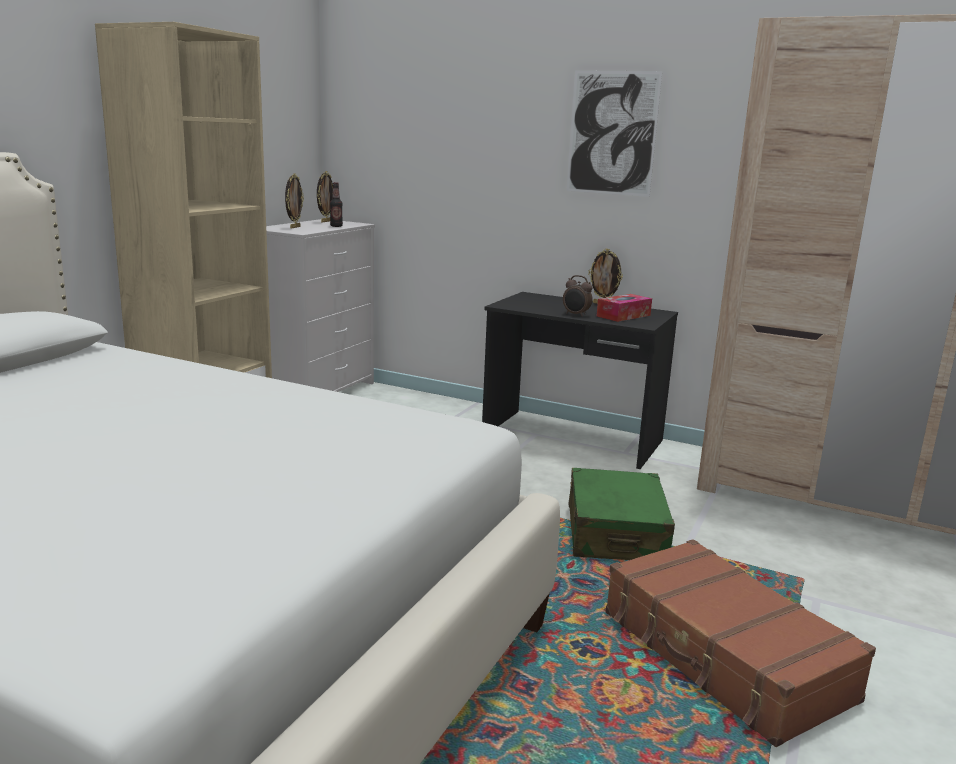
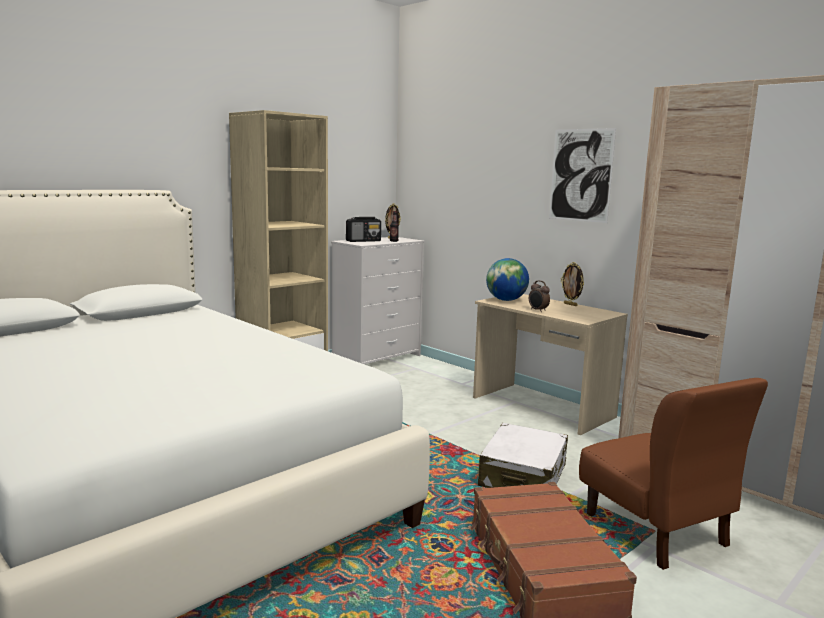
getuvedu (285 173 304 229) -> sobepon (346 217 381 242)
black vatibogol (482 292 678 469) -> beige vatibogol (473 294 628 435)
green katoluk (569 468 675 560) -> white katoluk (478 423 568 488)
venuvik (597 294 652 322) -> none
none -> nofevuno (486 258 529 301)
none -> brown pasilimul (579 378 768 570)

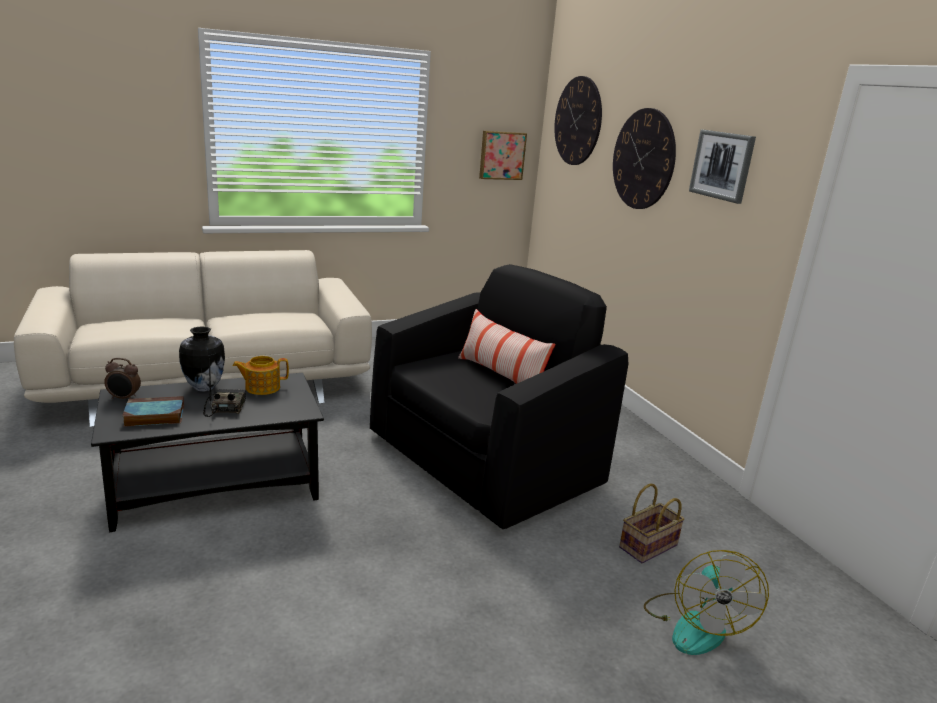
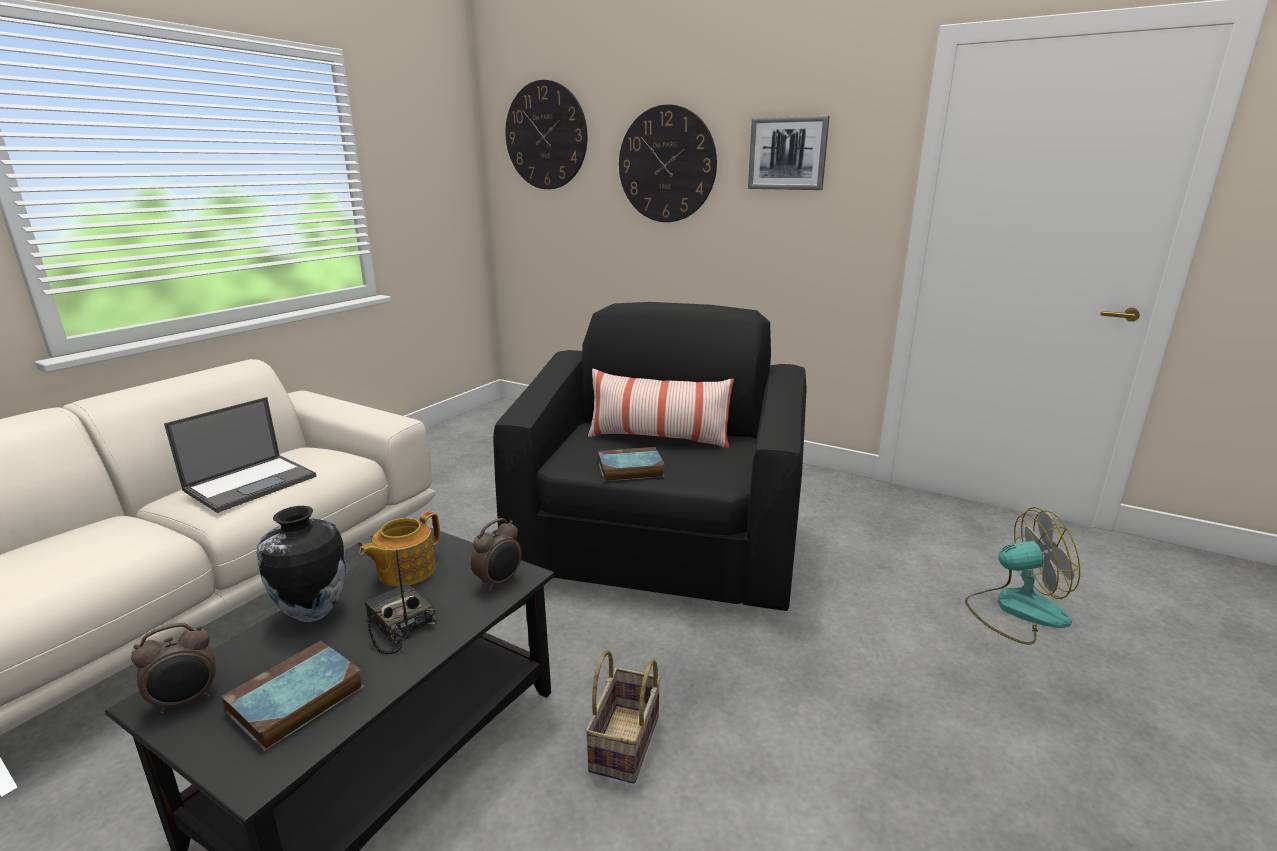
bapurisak (479 131 527 180) -> none
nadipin (619 483 684 563) -> nadipin (585 650 661 783), moved
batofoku (644 550 769 655) -> batofoku (965 507 1080 645), 60 degrees counterclockwise
none -> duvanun (164 397 316 513)
none -> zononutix (471 518 522 592)
none -> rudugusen (598 447 665 481)

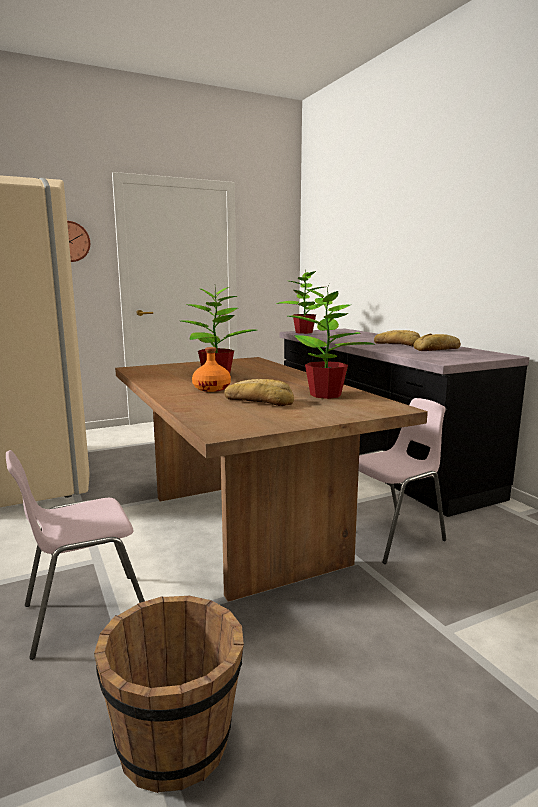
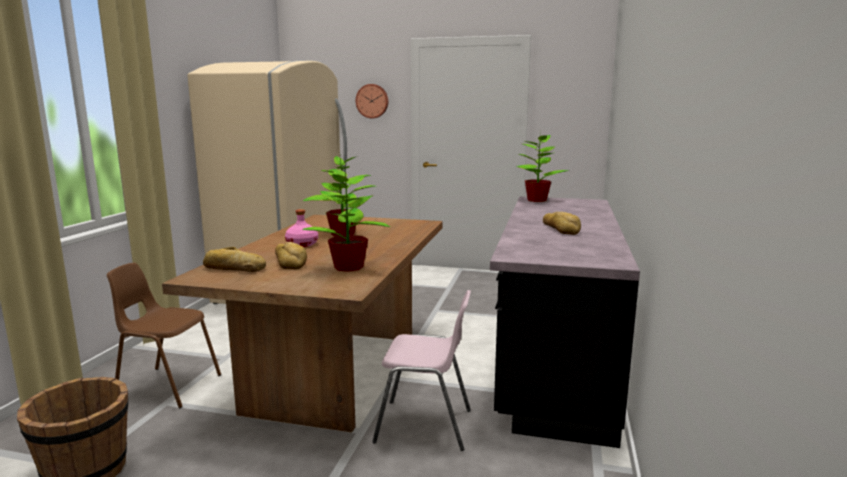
pink pasilimul (6 450 145 660) -> brown pasilimul (107 263 221 409)
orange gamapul (192 347 231 392) -> pink gamapul (285 209 318 247)
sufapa (414 334 461 351) -> sufapa (203 247 266 272), moved

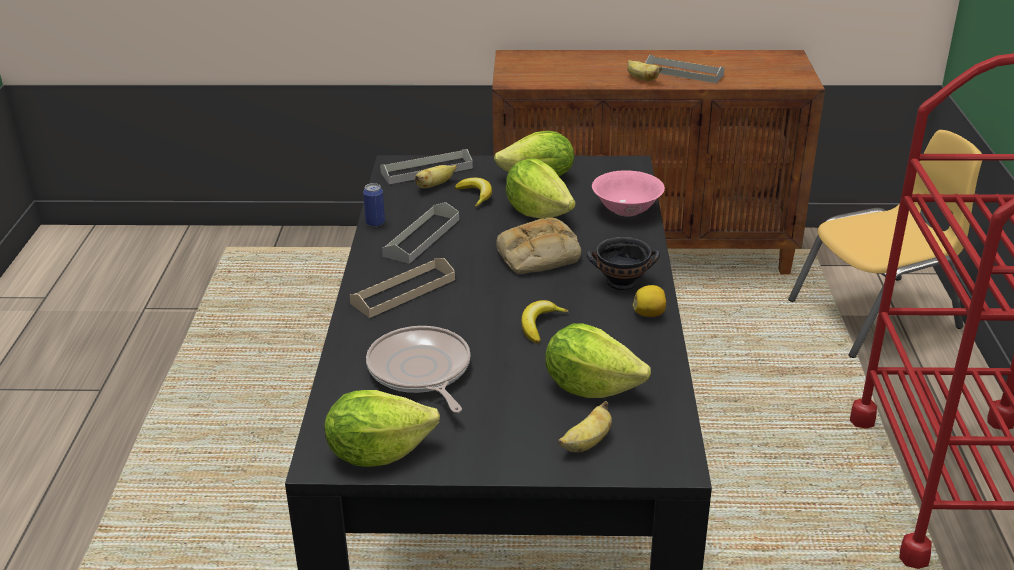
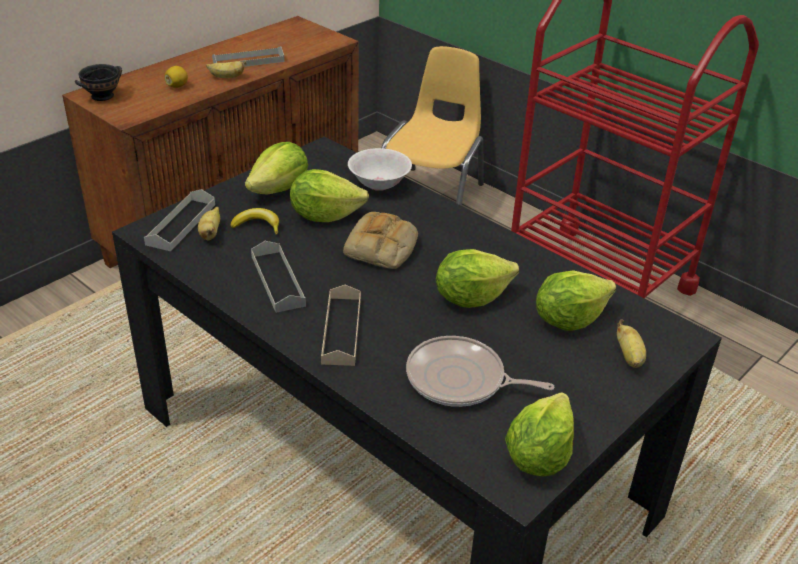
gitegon (363 183 385 227) -> none
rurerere (521 300 568 343) -> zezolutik (436 249 519 308)
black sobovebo (586 237 660 290) -> black sobovebo (75 64 122 101), moved
pink sobovebo (592 170 665 217) -> white sobovebo (348 148 412 191)
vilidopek (633 285 666 317) -> vilidopek (164 66 188 88), moved

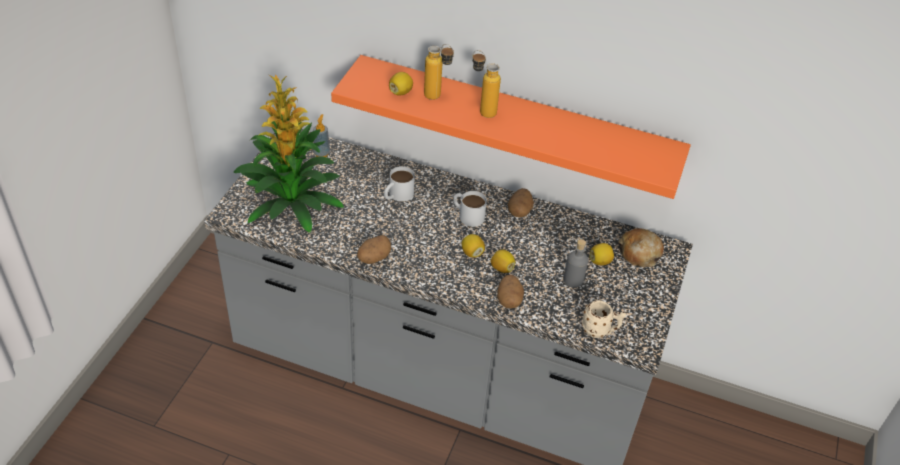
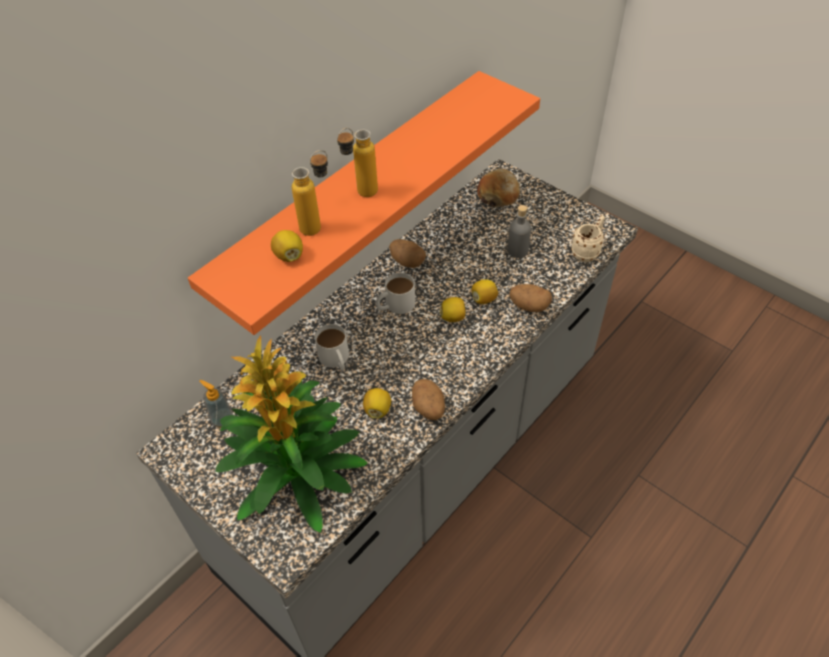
vilidopek (590 243 614 265) -> vilidopek (363 388 391 418), moved

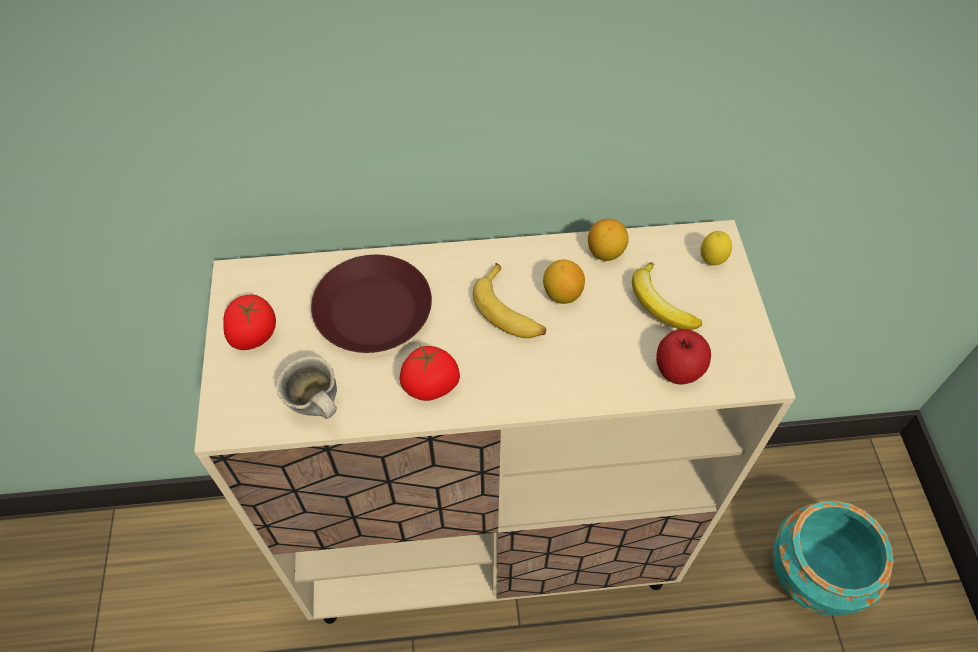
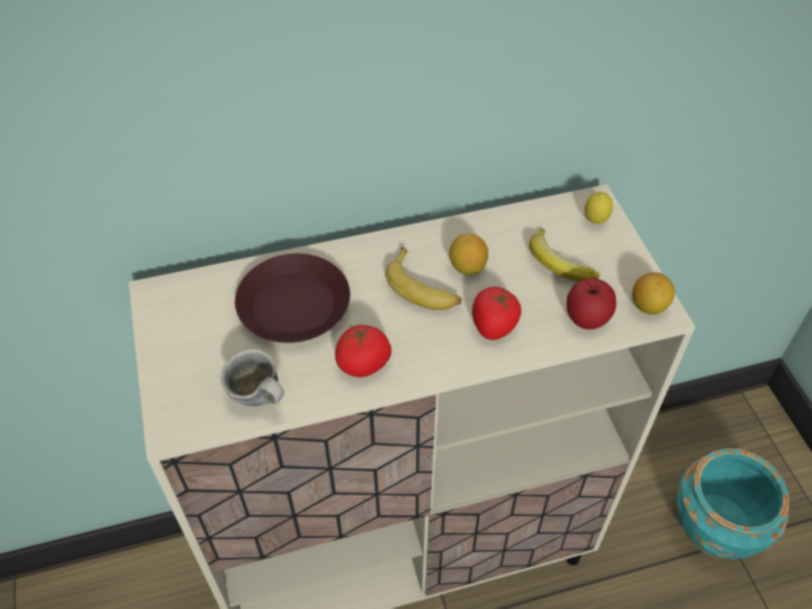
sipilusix (223 294 276 350) -> sipilusix (472 287 521 340), moved
vilidopek (588 219 629 261) -> vilidopek (632 272 675 315), moved

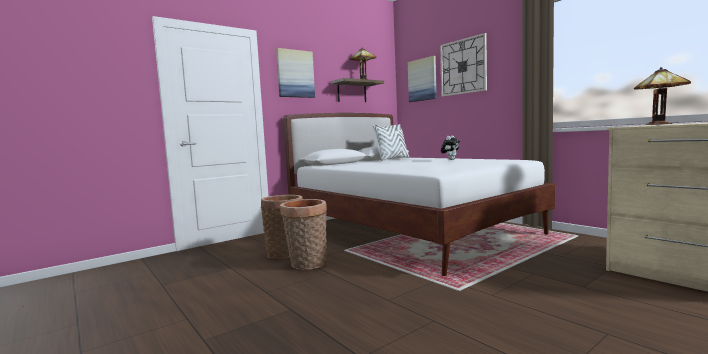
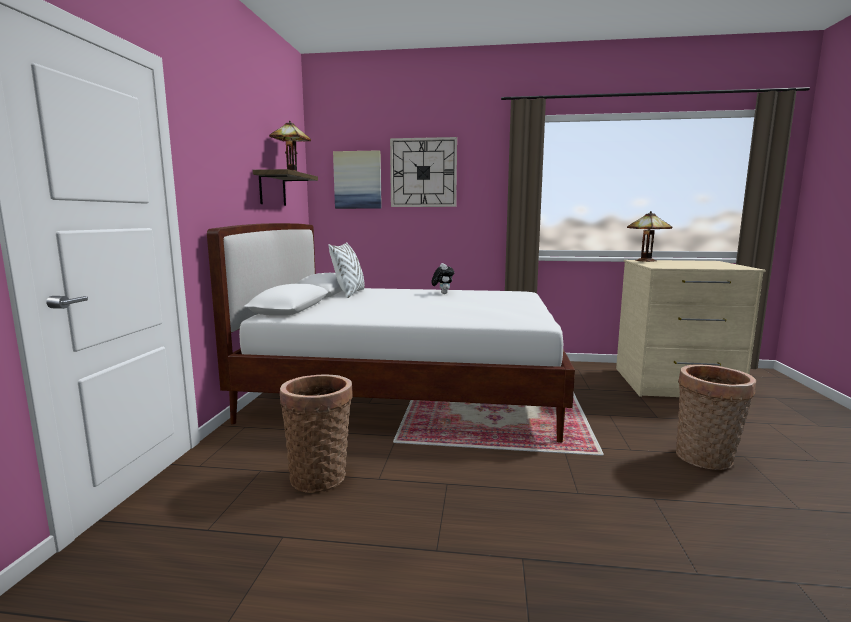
bapurisak (276 48 315 98) -> none
nadipin (280 199 327 270) -> nadipin (676 364 756 470), moved

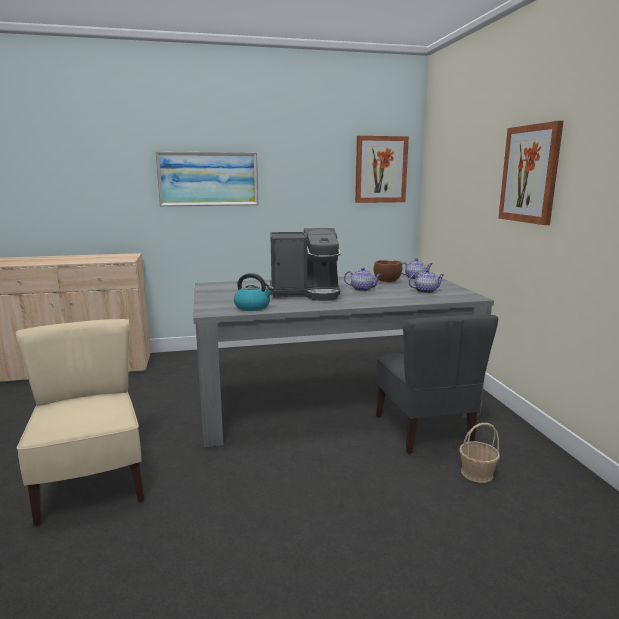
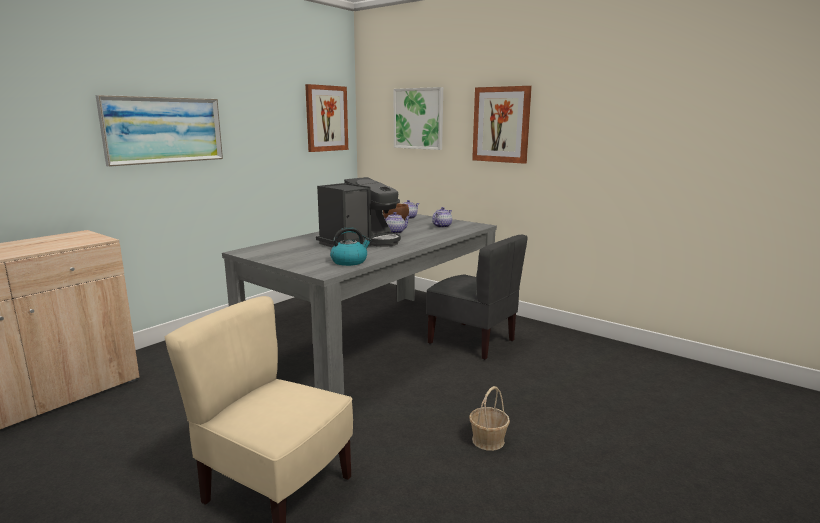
nadipin (459 423 500 483) -> nadipin (469 386 510 451), moved
none -> bapurisak (394 87 443 150)

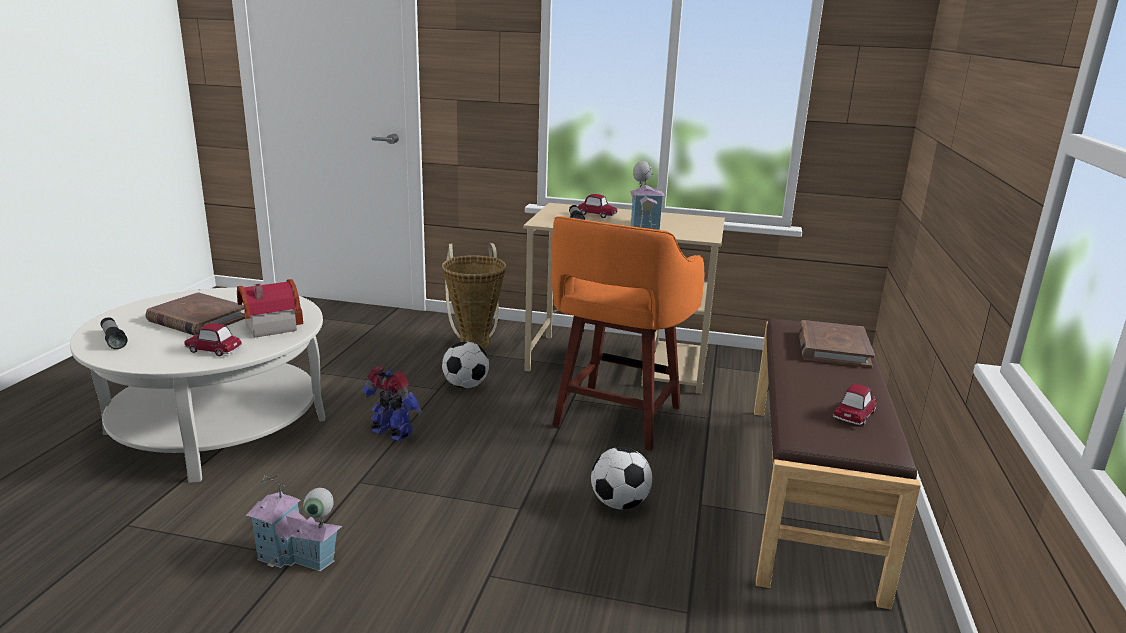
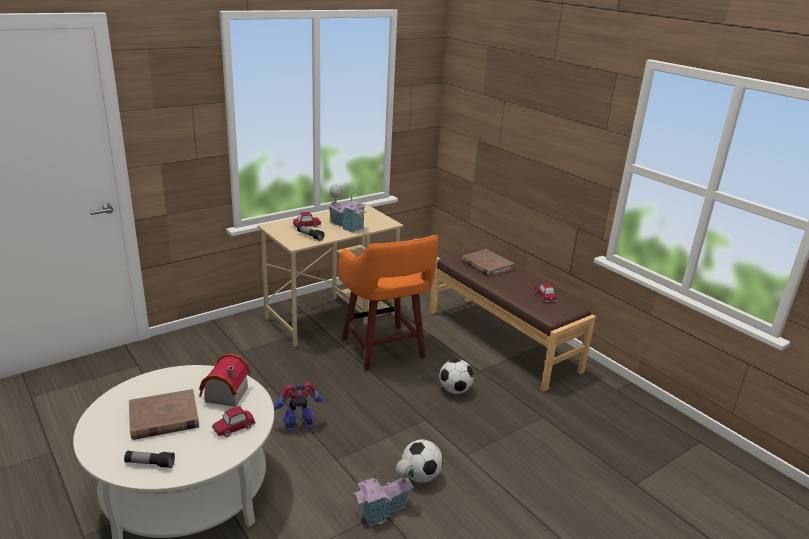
nadipin (442 243 506 349) -> none
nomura (442 342 489 388) -> nomura (401 439 443 483), moved

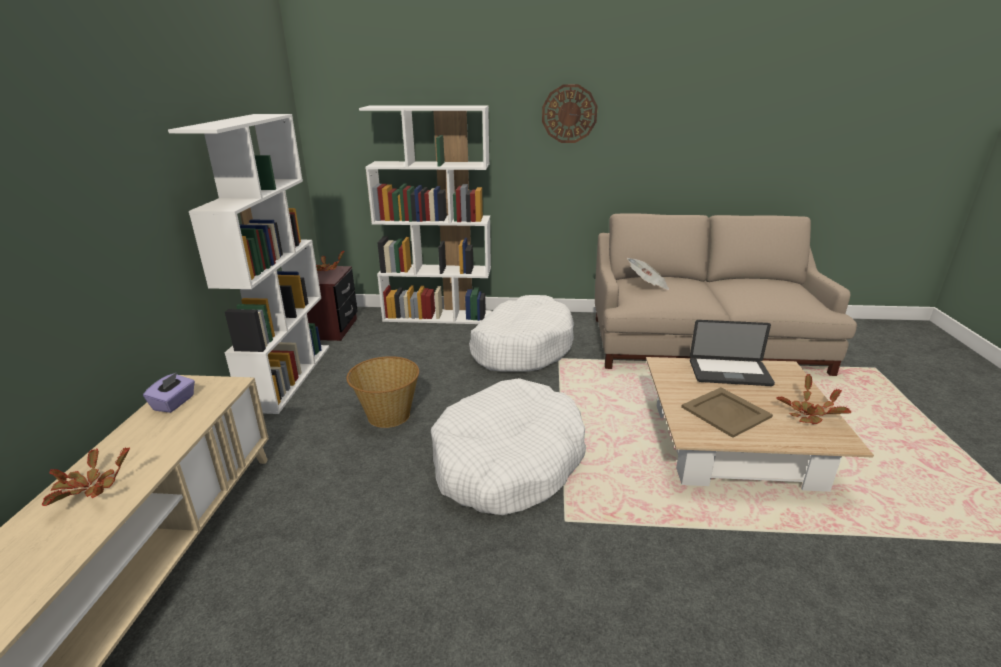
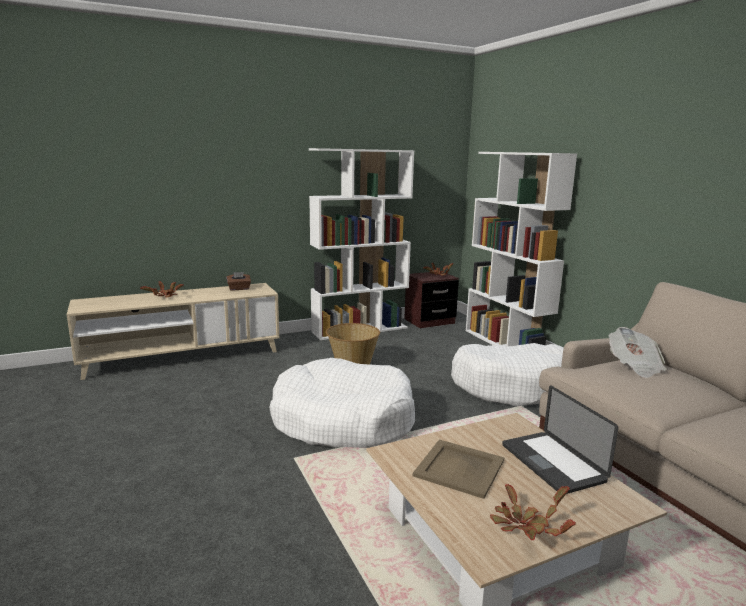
purple venuvik (143 372 195 413) -> brown venuvik (226 272 251 291)
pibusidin (542 84 598 143) -> none

